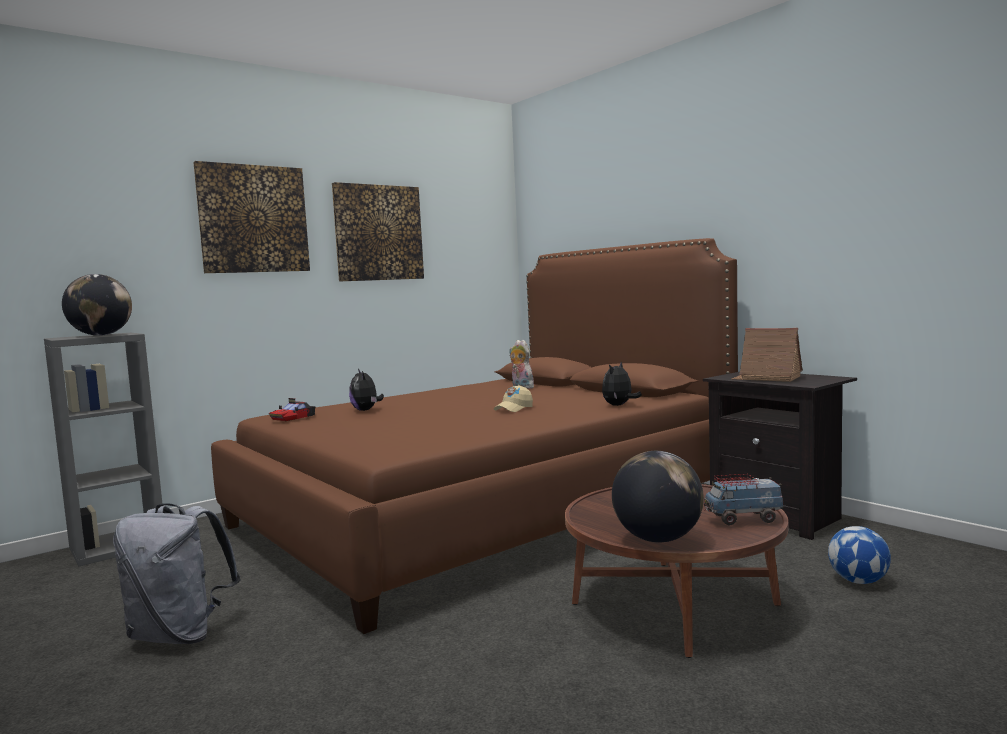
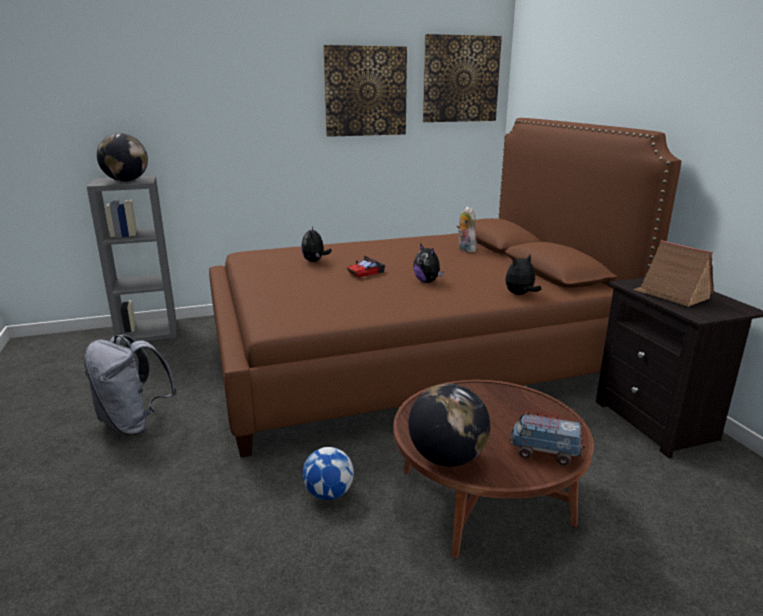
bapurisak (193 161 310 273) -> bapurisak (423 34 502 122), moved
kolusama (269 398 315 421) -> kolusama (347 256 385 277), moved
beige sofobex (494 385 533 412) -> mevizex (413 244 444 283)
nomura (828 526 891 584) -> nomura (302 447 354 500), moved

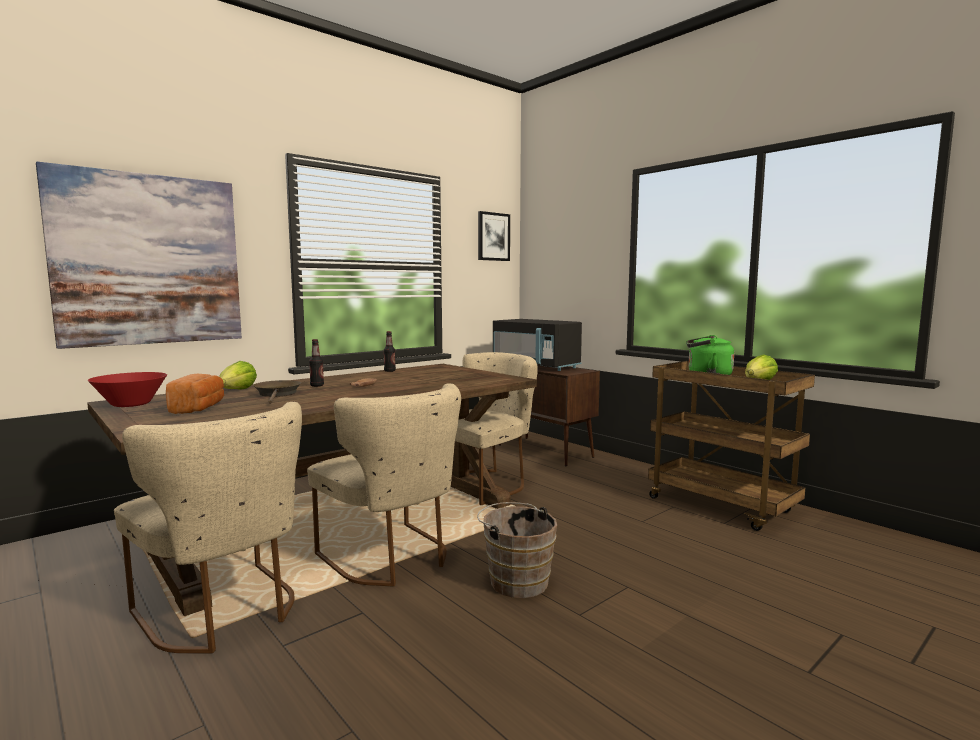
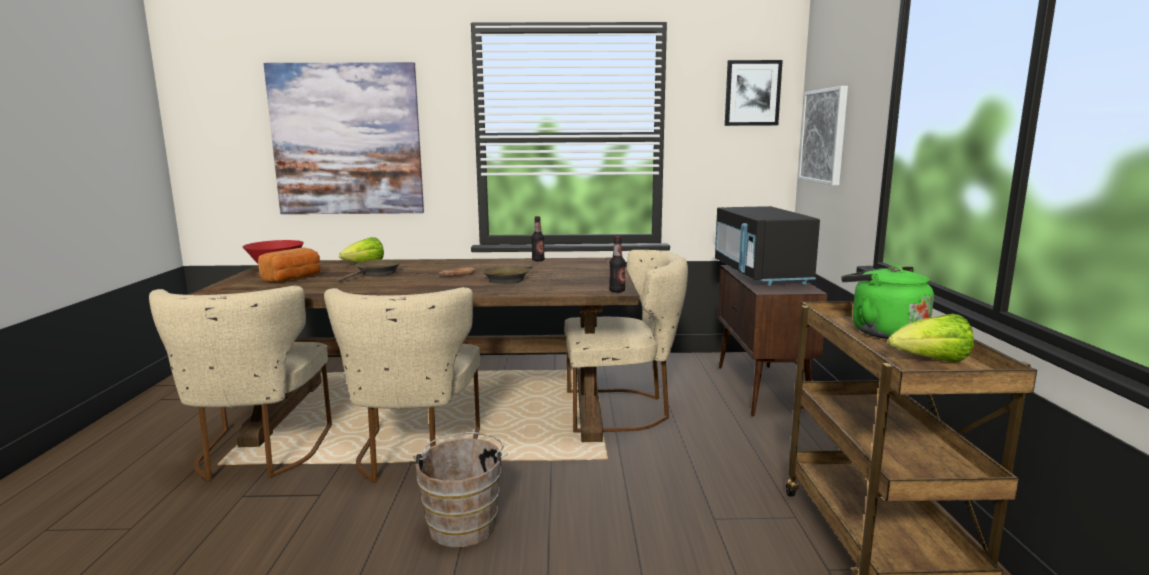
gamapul (309 339 324 387) -> gamapul (609 236 625 293), moved
none -> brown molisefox (483 265 533 284)
none -> bapurisak (798 86 848 186)

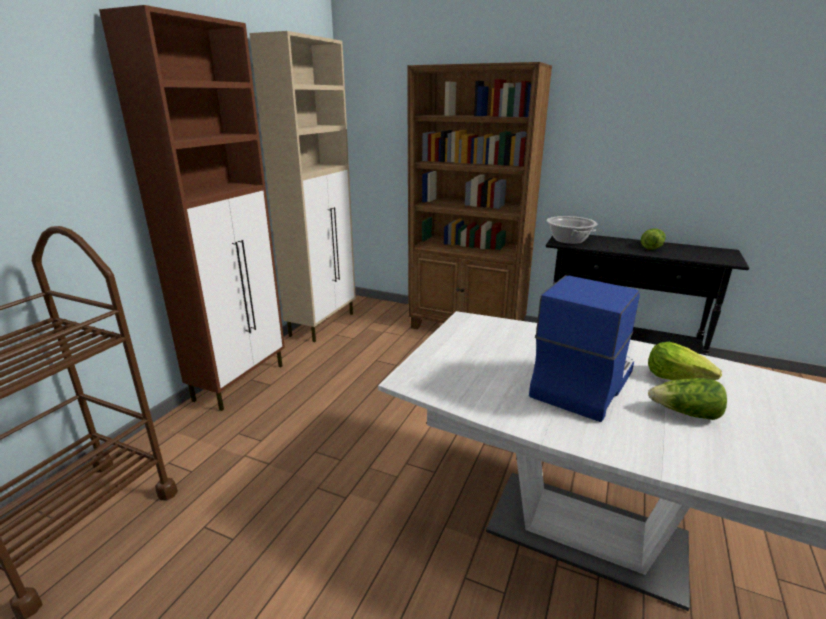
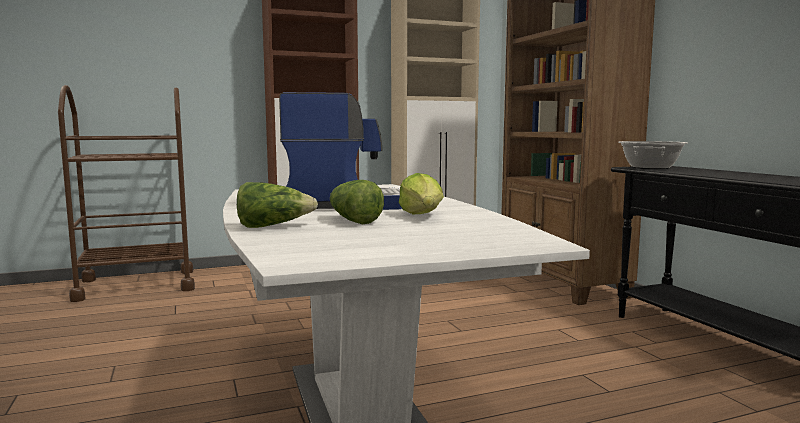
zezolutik (641 228 666 250) -> zezolutik (237 182 318 228), moved

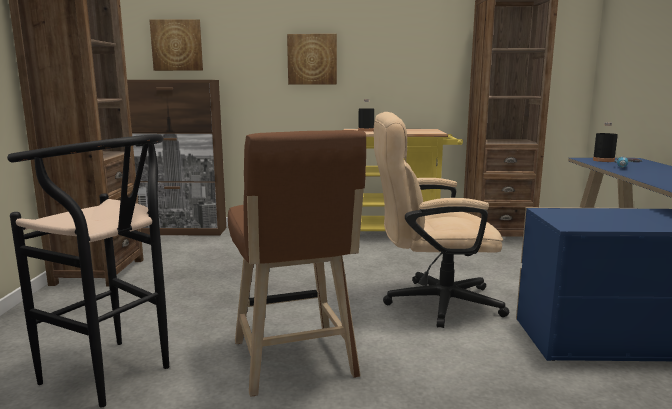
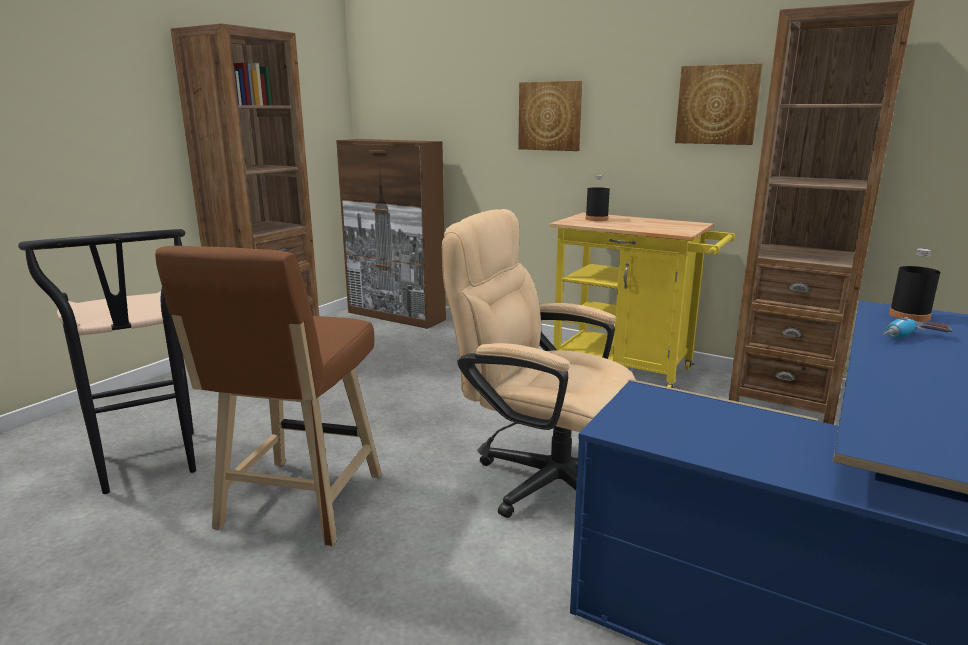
bapurisak (150 19 203 71) -> bapurisak (675 63 763 145), moved

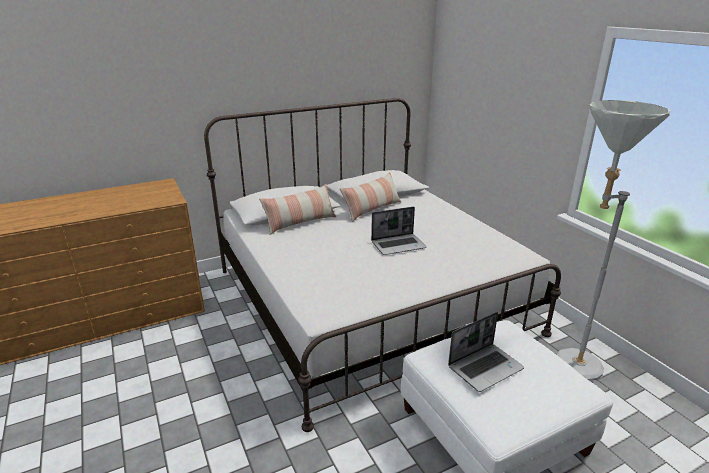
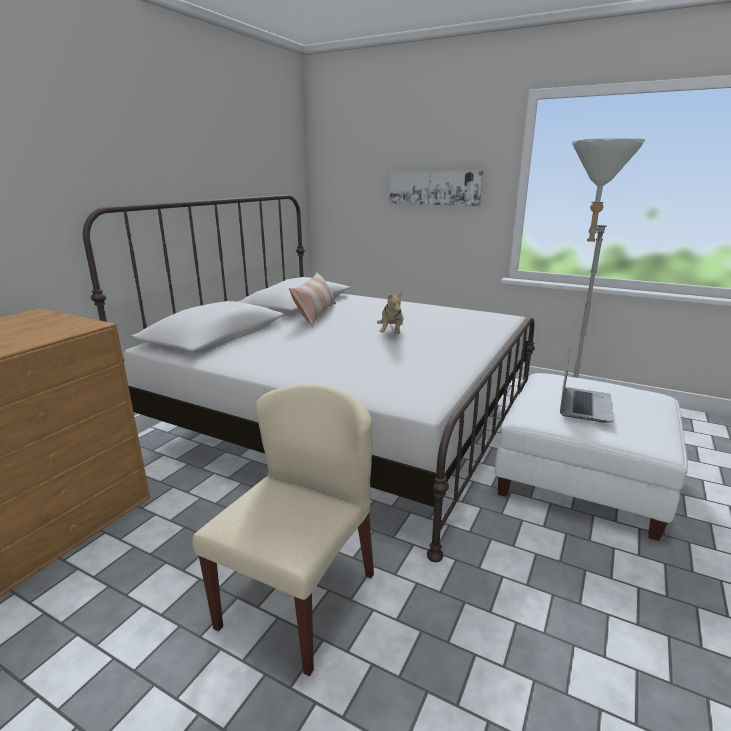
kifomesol (259 184 336 235) -> none
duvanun (371 207 427 255) -> mevizex (377 292 404 334)
none -> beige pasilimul (192 384 374 676)
none -> bapurisak (390 171 483 206)

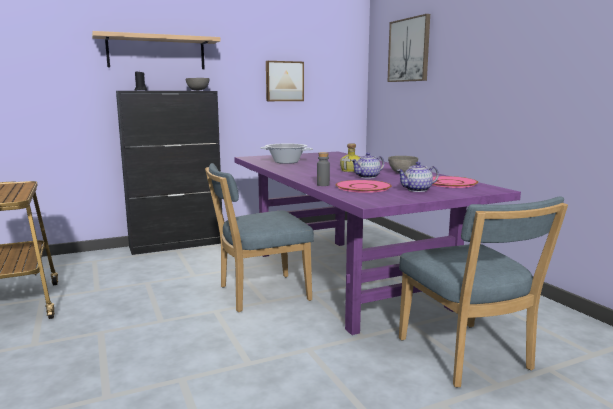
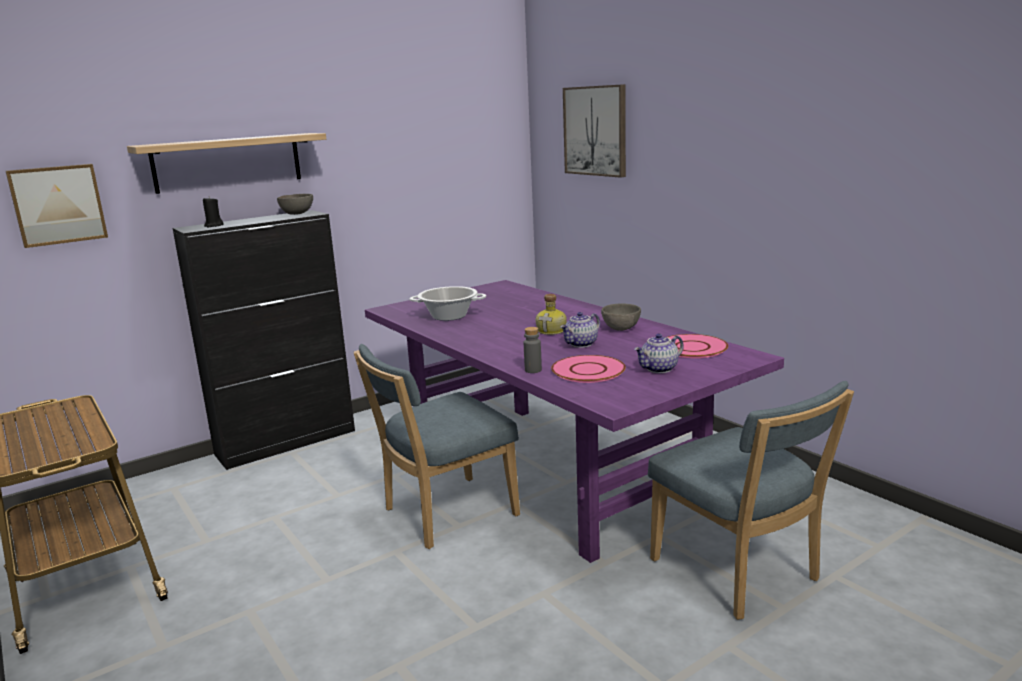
bapurisak (266 61 304 101) -> bapurisak (6 164 108 248), moved

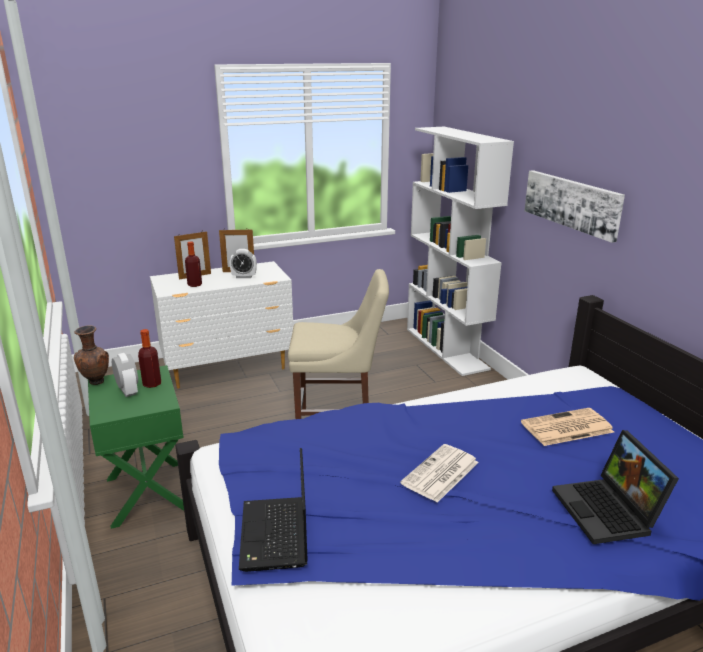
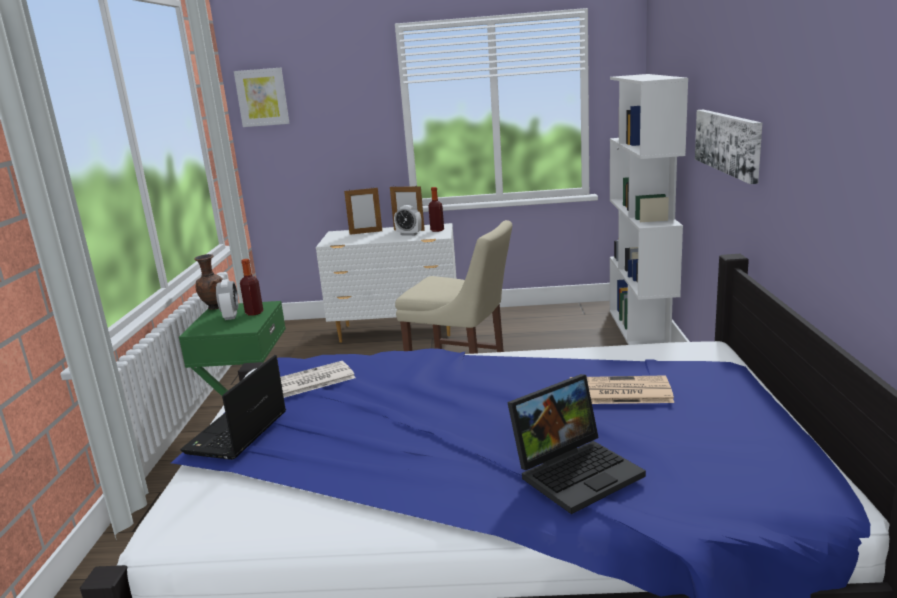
gamapul (185 242 202 287) -> gamapul (428 187 444 232), moved
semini (400 444 479 503) -> semini (280 361 356 398), moved
duvanun (552 430 679 544) -> duvanun (507 374 646 514), 135 degrees counterclockwise
none -> bapurisak (234 68 289 127)

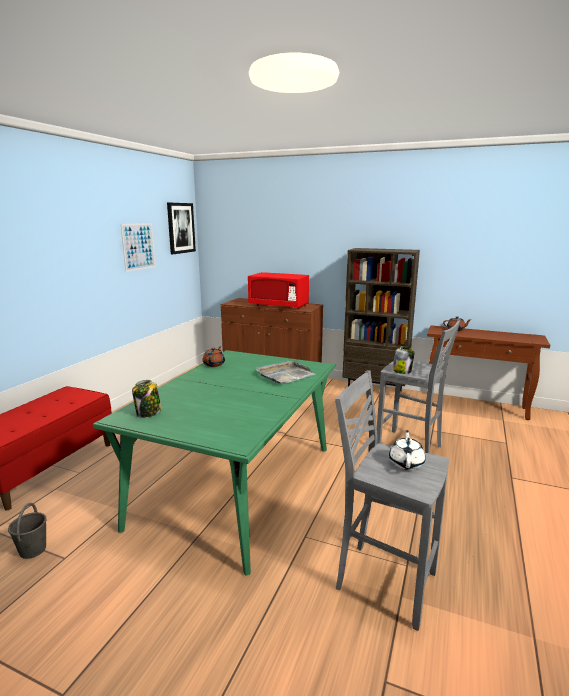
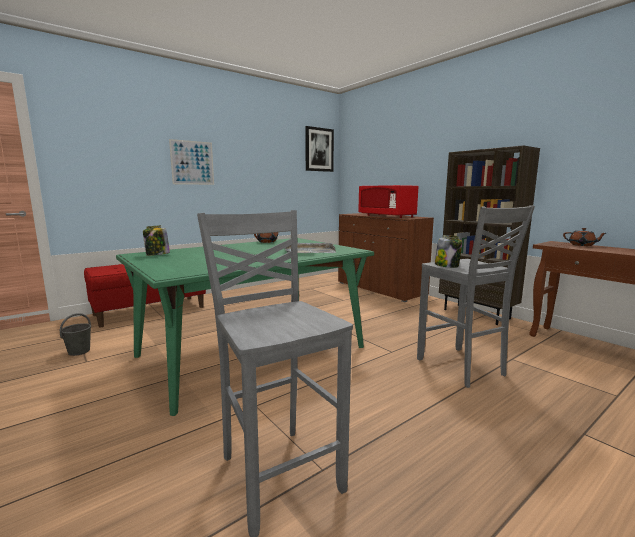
bapurisak (121 223 155 272) -> bapurisak (169 139 214 185), moved
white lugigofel (389 430 426 470) -> none

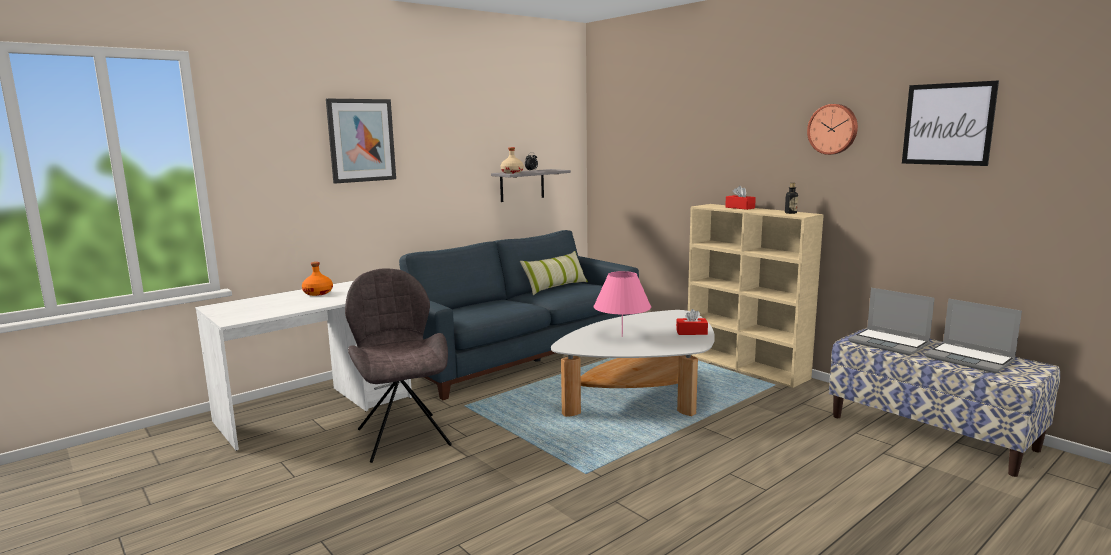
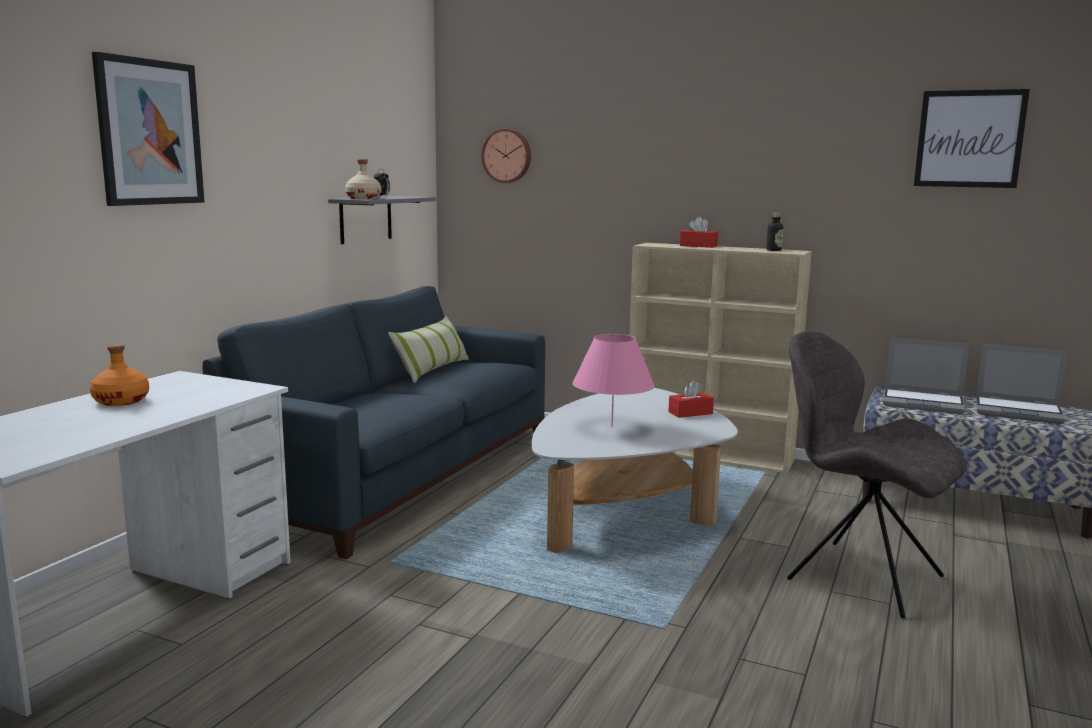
grey pasilimul (345 268 452 463) -> grey pasilimul (787 332 967 618), moved
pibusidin (807 104 858 155) -> pibusidin (481 128 531 183), moved

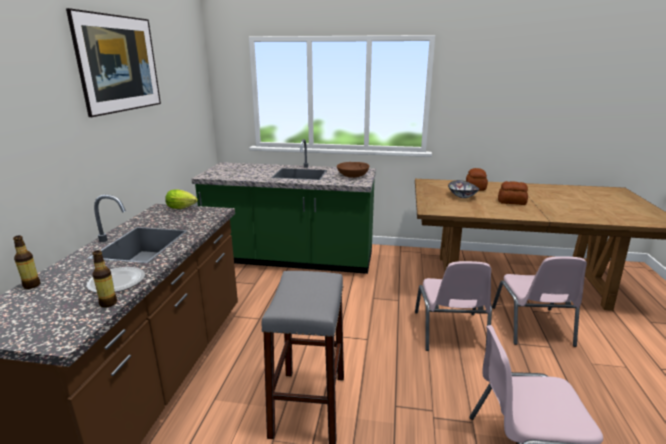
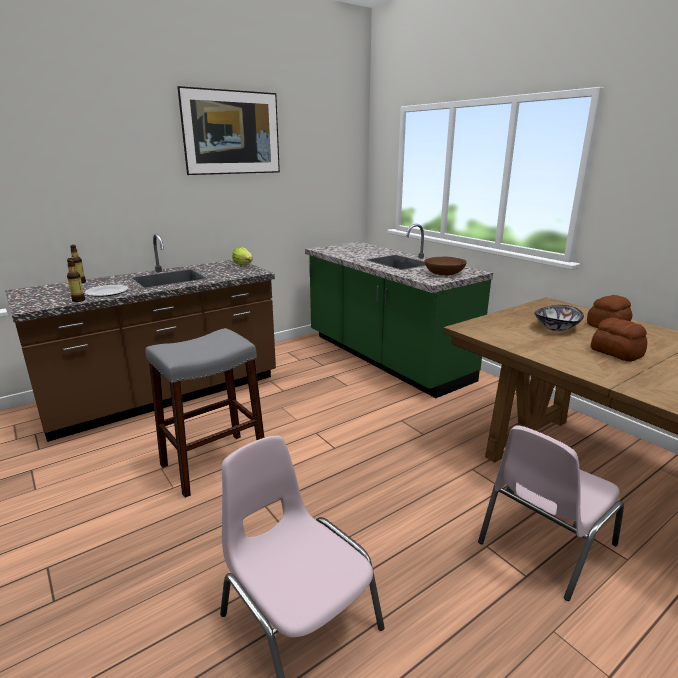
pink pasilimul (415 261 492 351) -> none

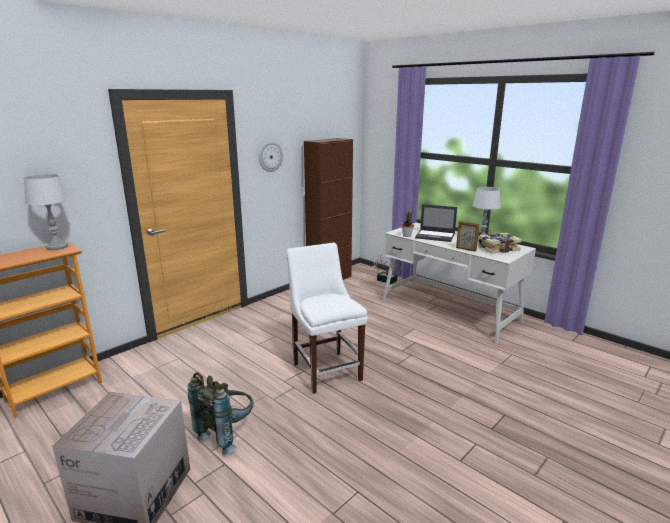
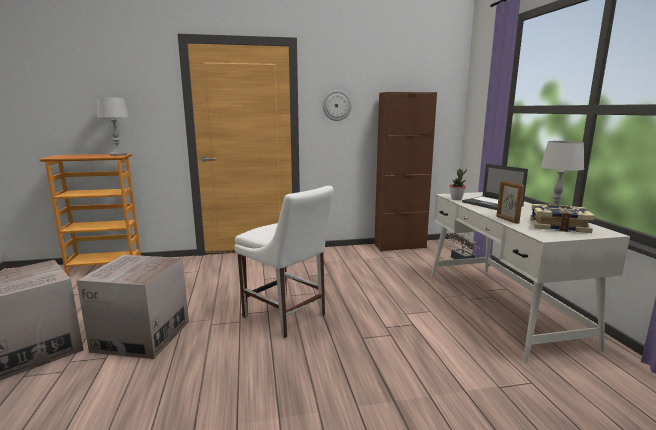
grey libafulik (188 372 254 455) -> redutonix (76 255 189 359)
white pasilimul (287 243 368 394) -> white pasilimul (235 186 334 338), 120 degrees clockwise

